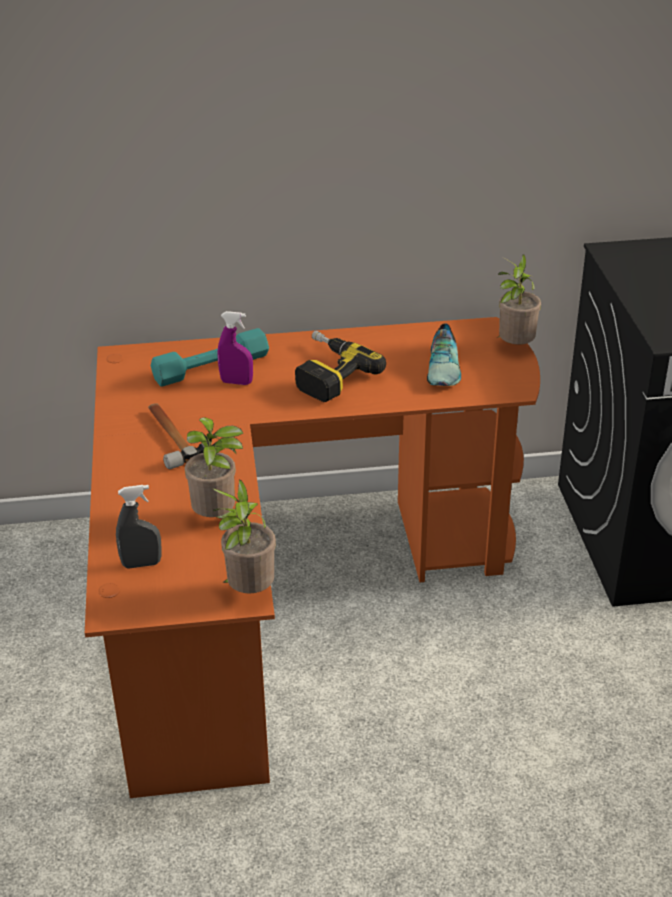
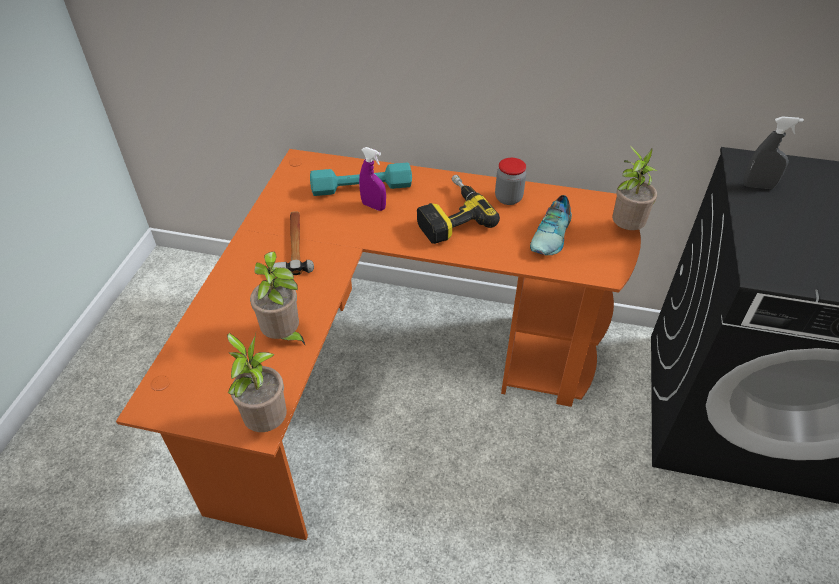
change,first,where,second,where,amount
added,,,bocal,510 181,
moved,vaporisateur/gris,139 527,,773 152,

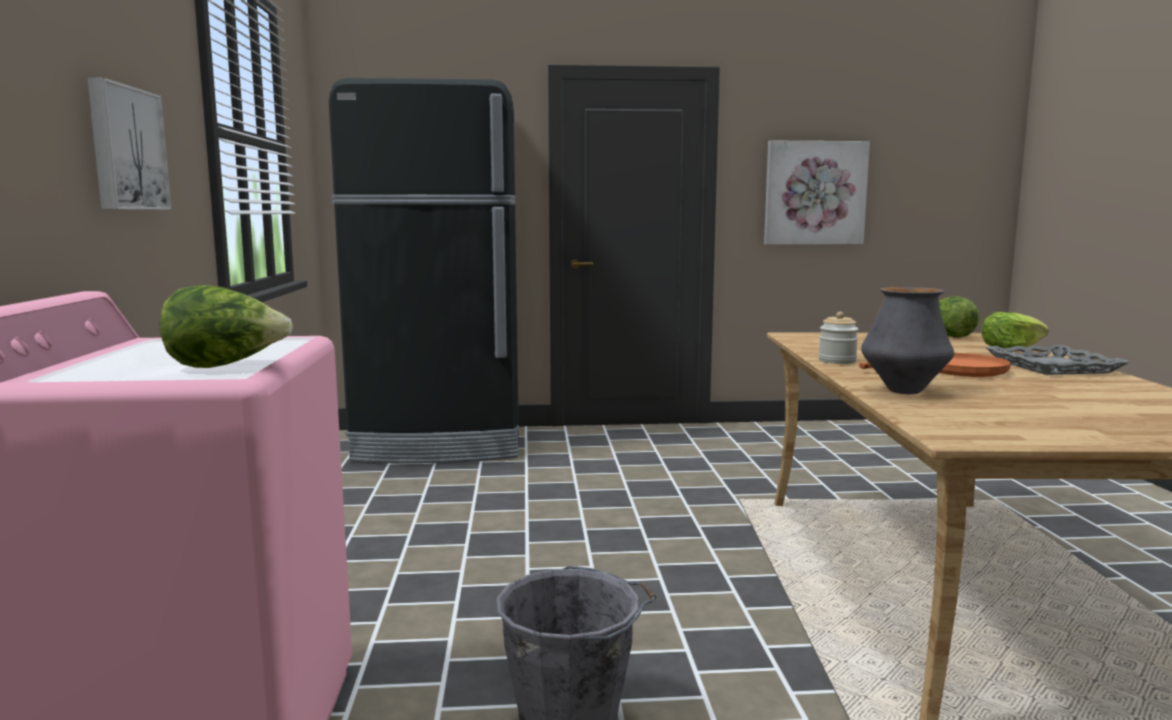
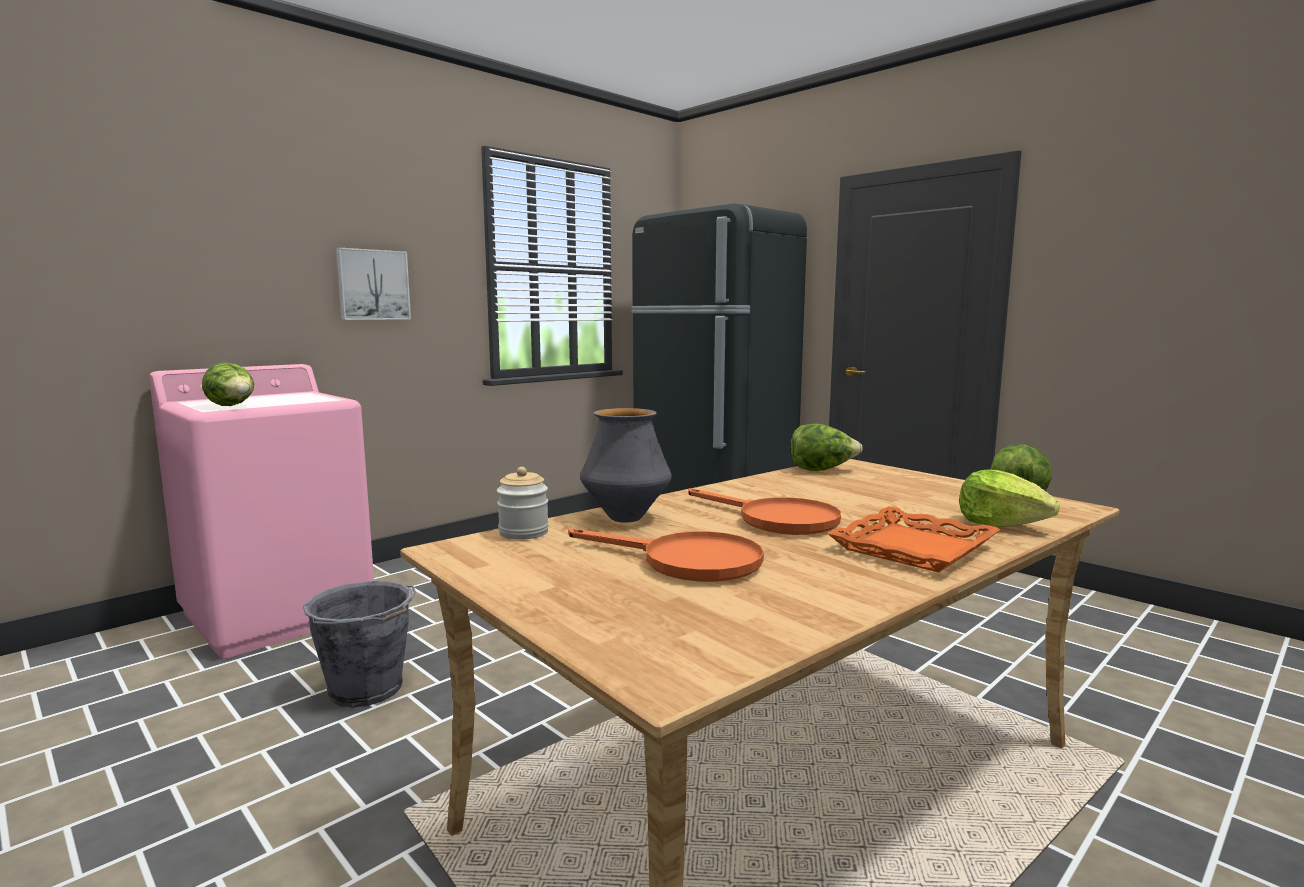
change,first,where,second,where,amount
moved,bocal,839 338,,523 503,
added,,,poêle/orange,666 555,
added,,,laitue,827 447,
recoloured,plateau/gris,1058 360,plateau/orange,913 539,
removed,tableau,817 193,,,

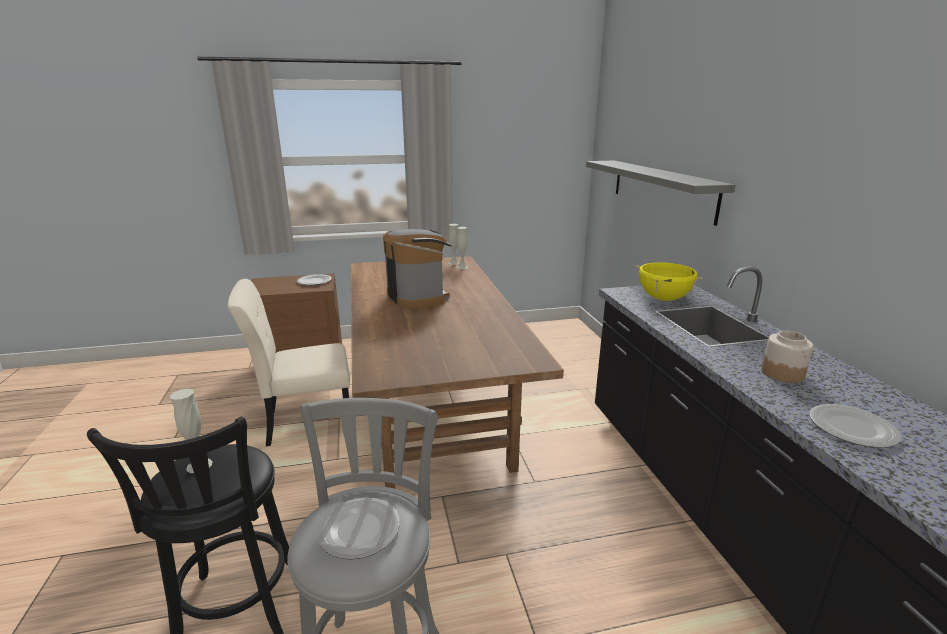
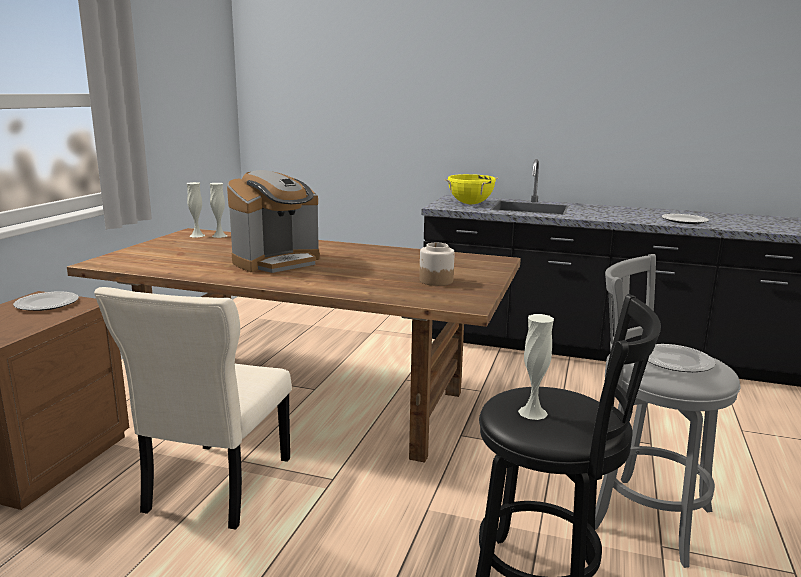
change,first,where,second,where,amount
turned,machine à café,417 269,,273 221,135 degrees clockwise
moved,bocal,787 357,,437 264,
removed,étagère/gris,660 193,,,

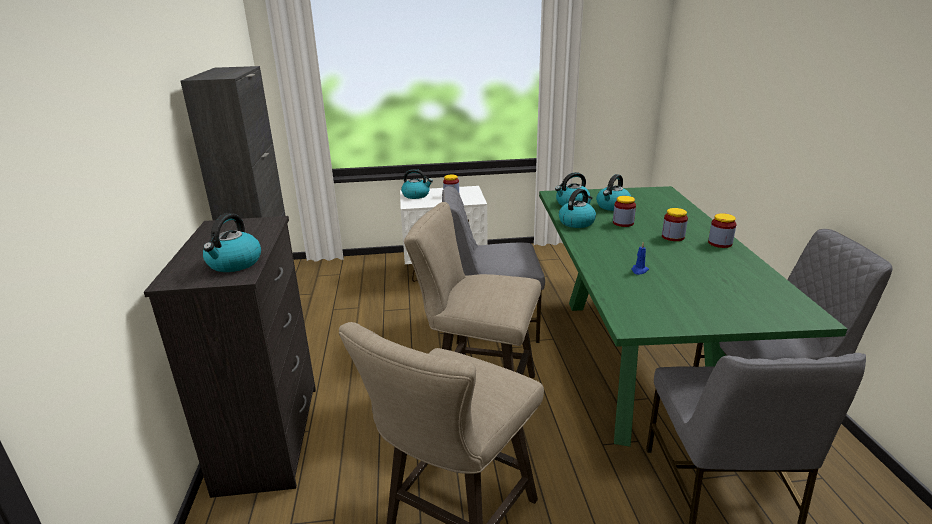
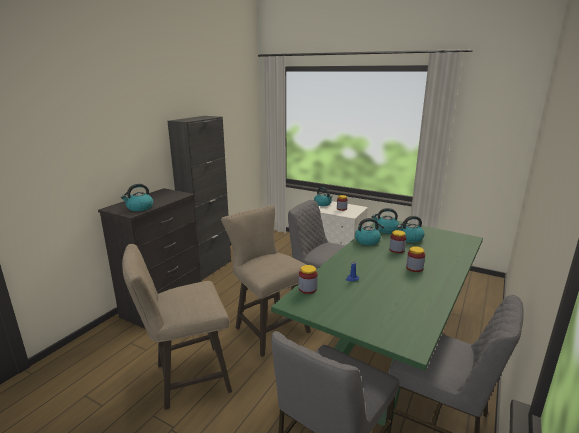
change,first,where,second,where,amount
moved,bocal,722 230,,308 279,

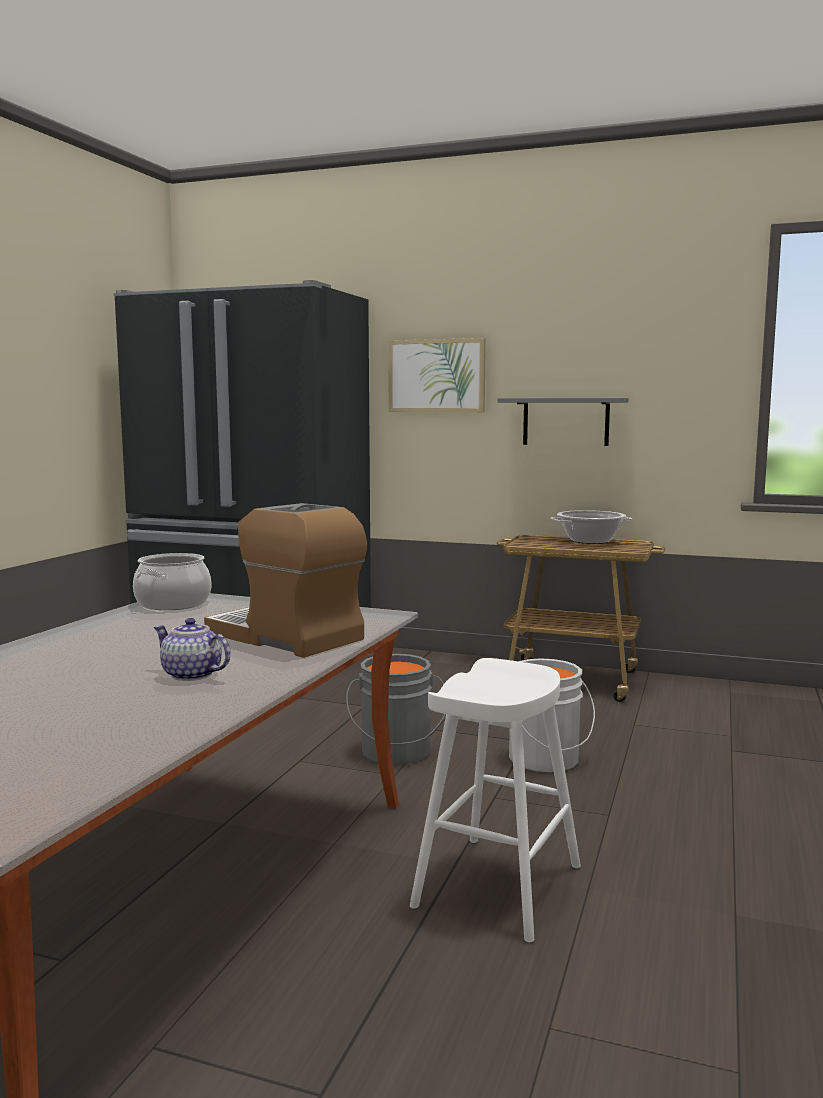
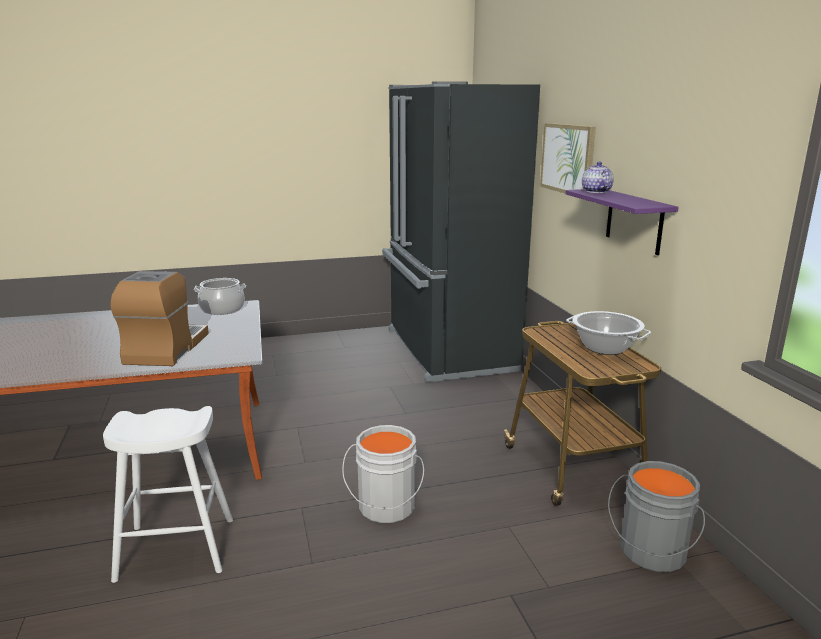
change,first,where,second,where,amount
recoloured,étagère/gris,563 422,étagère/violet,622 222,
moved,théière,192 649,,598 177,
moved,seau/gris,396 709,,656 516,

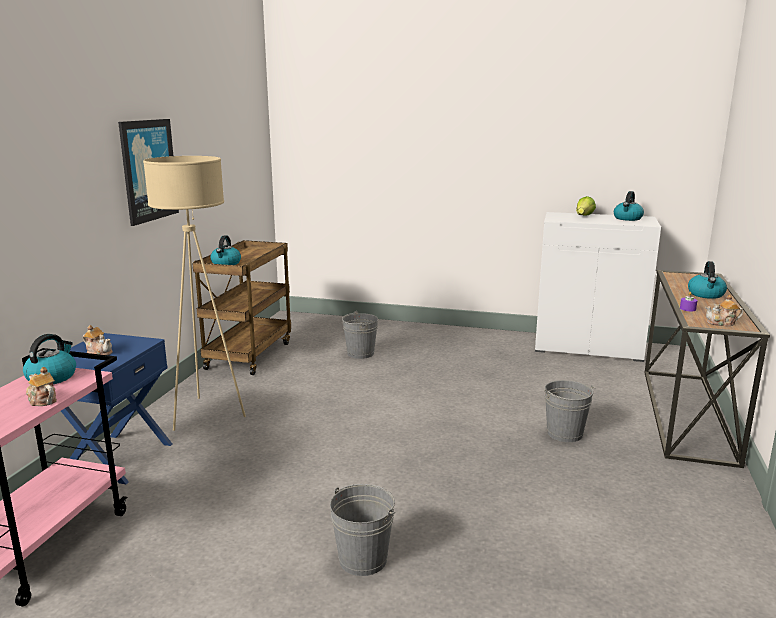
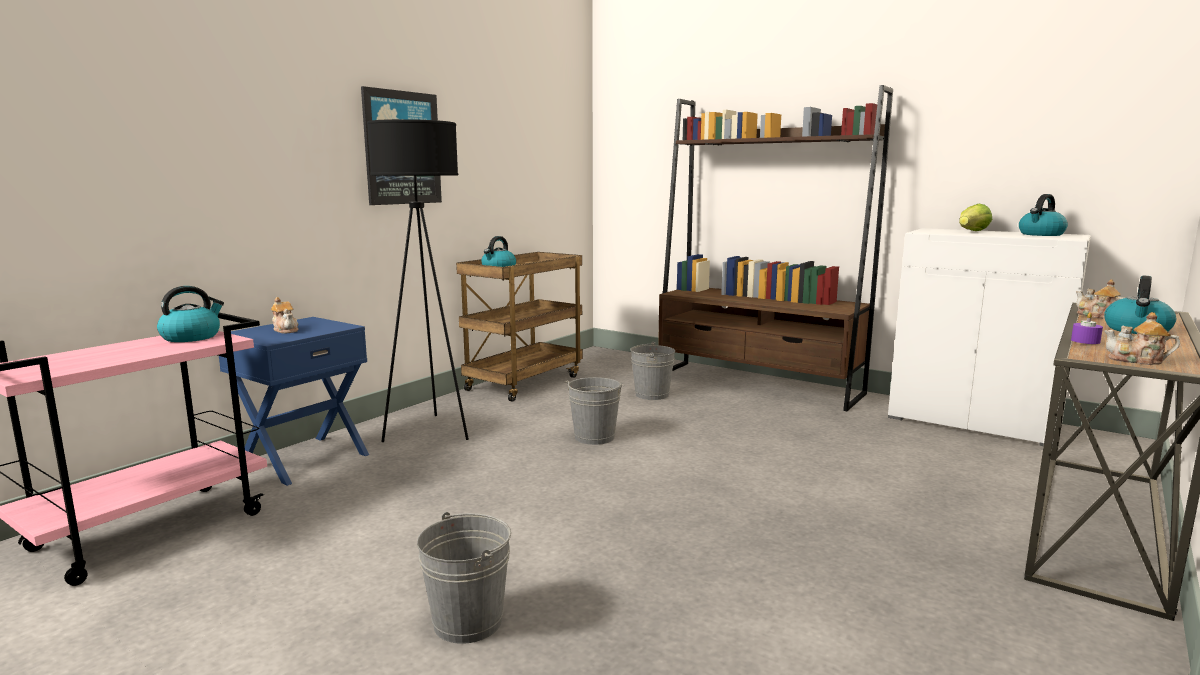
change,first,where,second,where,amount
recoloured,lampadaire/beige,194 293,lampadaire/noir,418 280,
moved,seau/gris,570 411,,594 411,
added,,,bibliothèque/marron,775 248,
moved,théière,41 386,,1100 299,

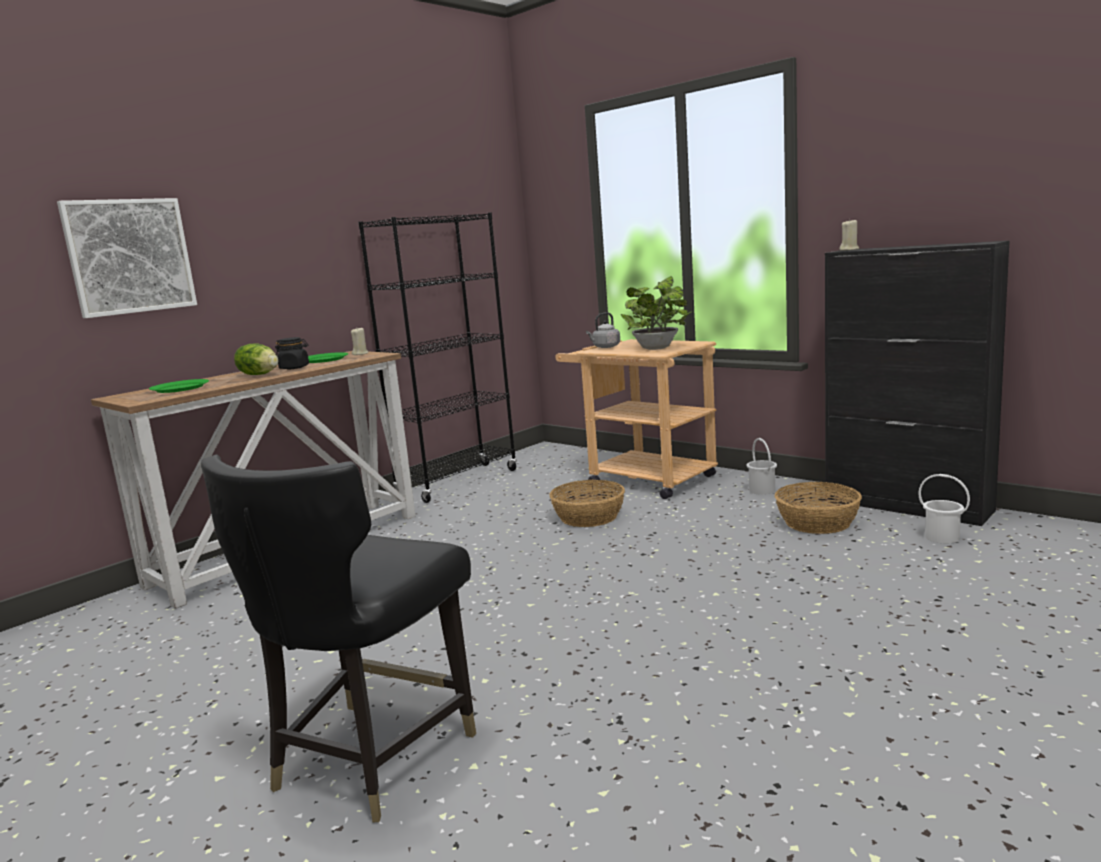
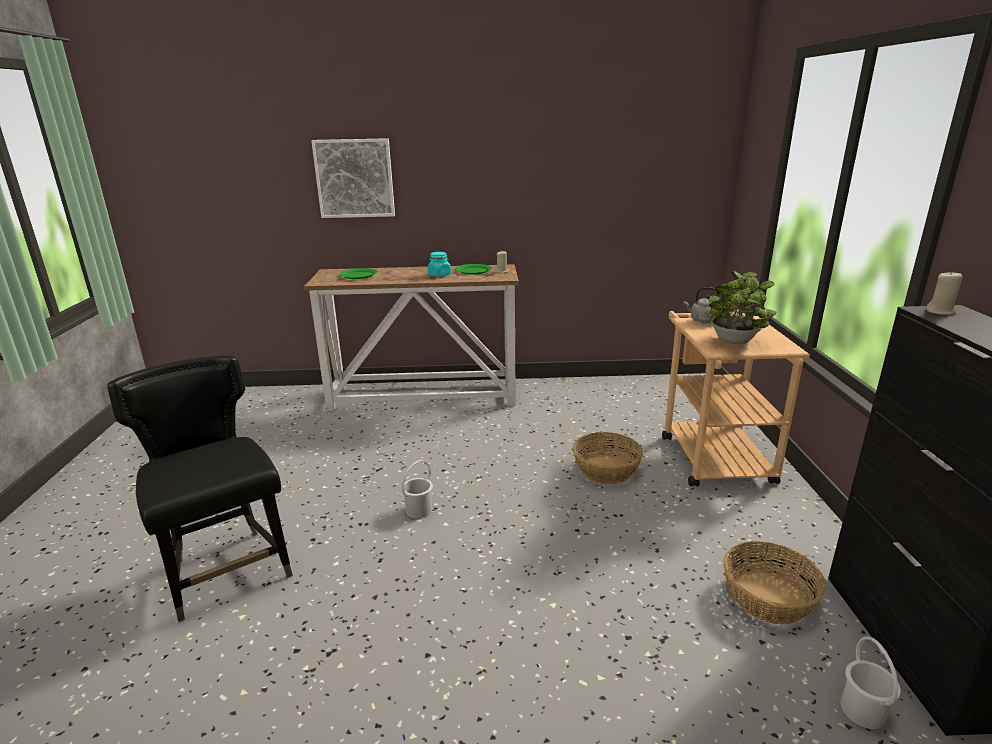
change,first,where,second,where,amount
turned,chaise/noir,338 638,,200 488,75 degrees clockwise
moved,seau/blanc,761 466,,417 489,
recoloured,bocal/noir,292 353,bocal/turquoise,439 264,
removed,laitue,256 359,,,
removed,bibliothèque/noir,437 357,,,

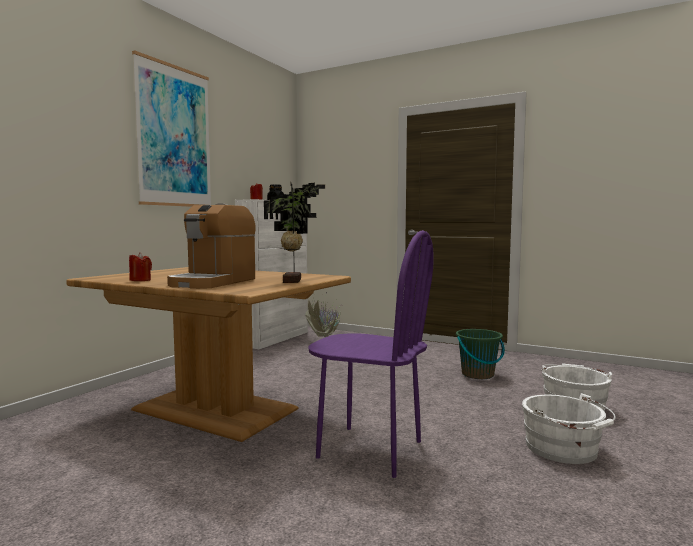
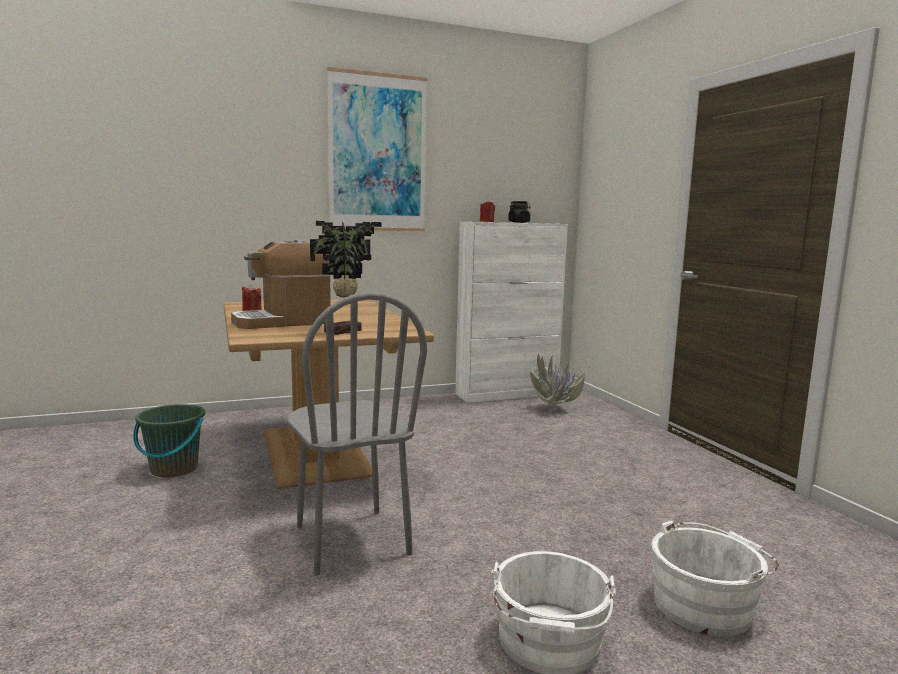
change,first,where,second,where,amount
moved,seau/vert,480 354,,169 441,
recoloured,chaise/violet,371 354,chaise/gris,357 434,

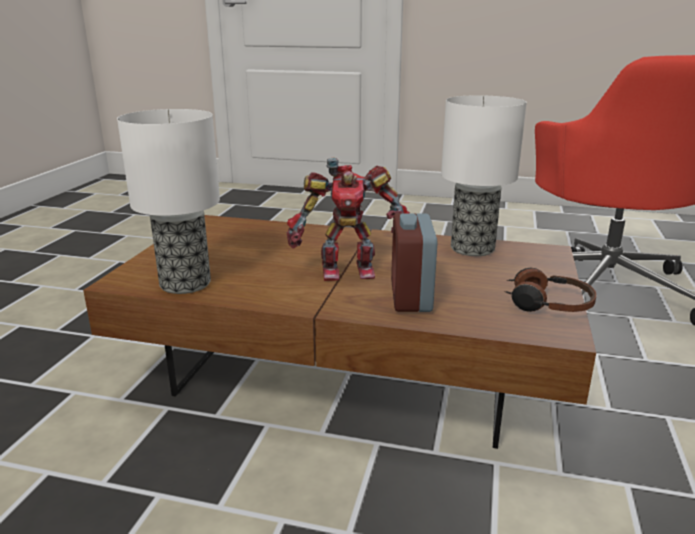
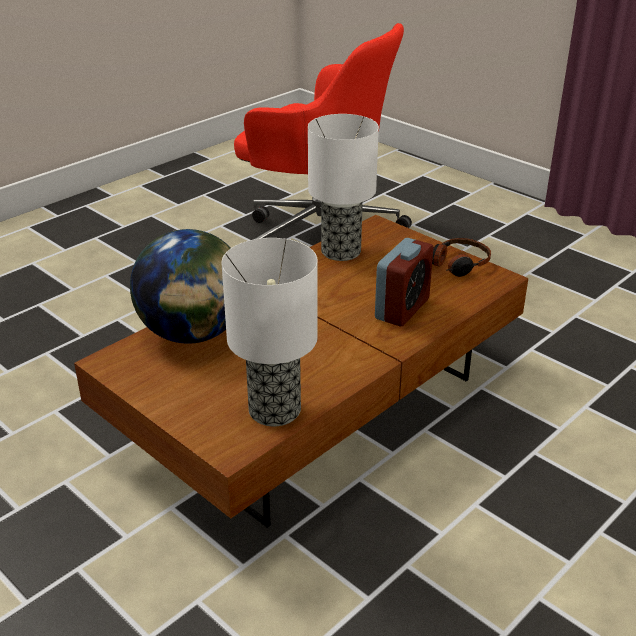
change,first,where,second,where,amount
added,,,globe,180 286,
turned,réveil,414 262,,404 282,90 degrees counterclockwise
removed,robot jouet,348 219,,,

